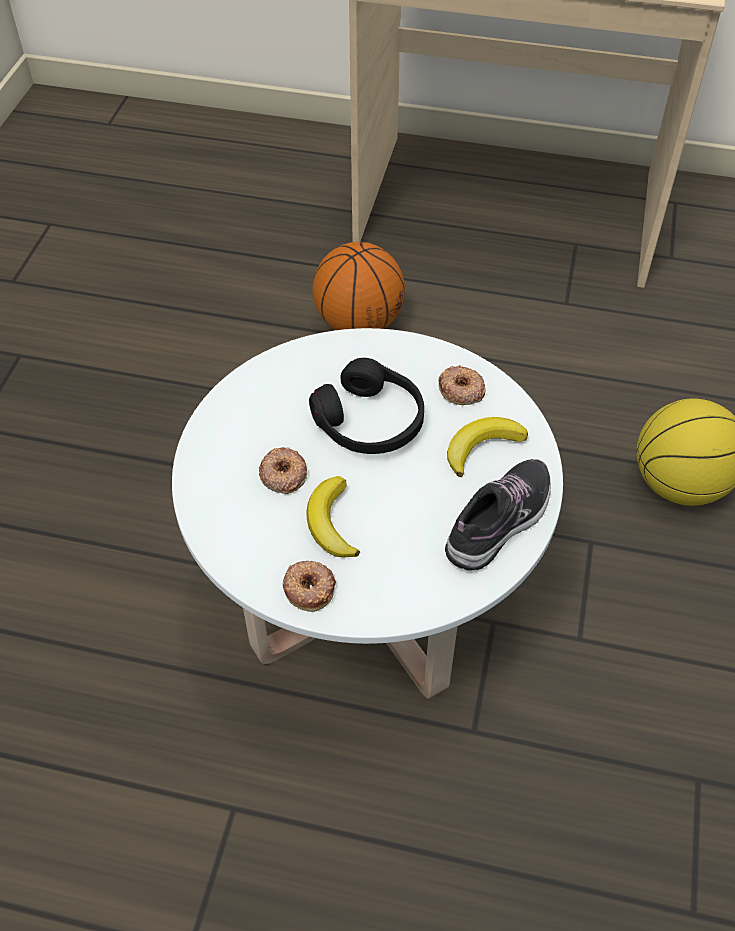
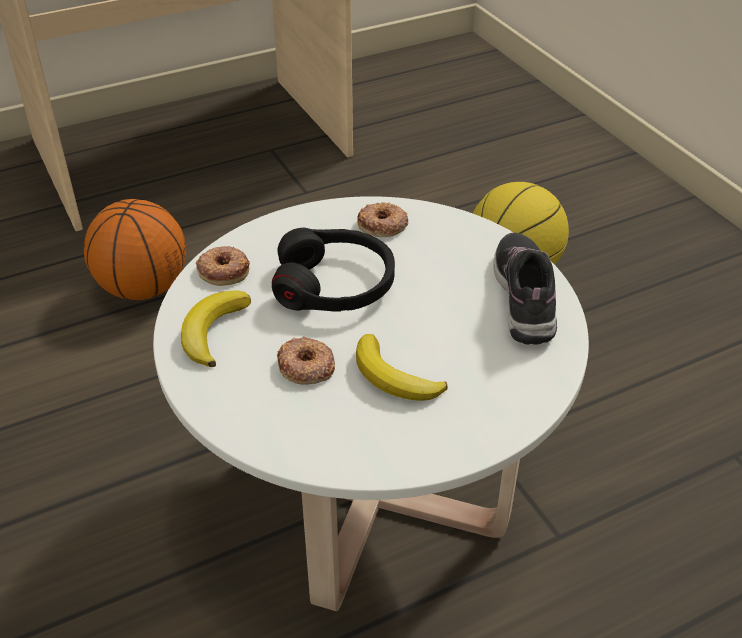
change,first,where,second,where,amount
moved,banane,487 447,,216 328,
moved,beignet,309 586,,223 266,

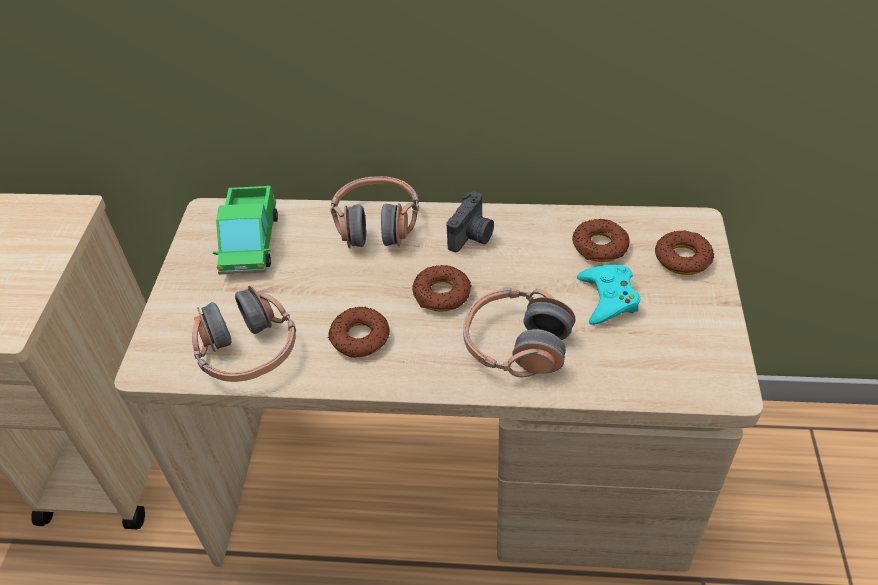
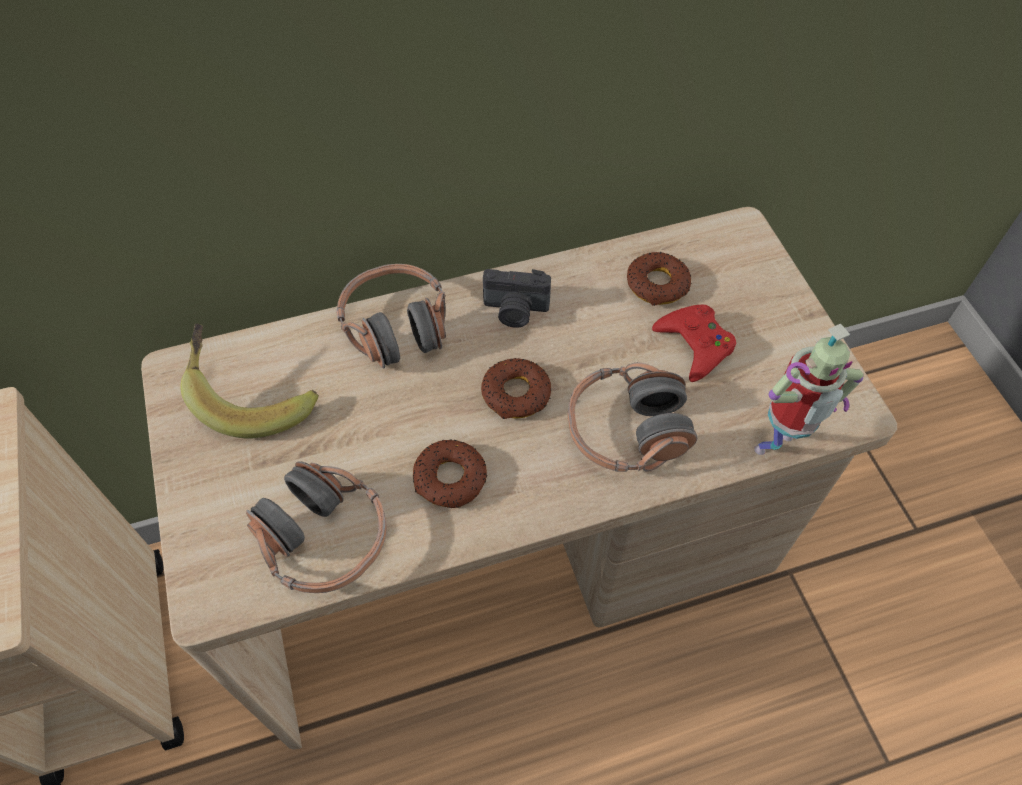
change,first,where,second,where,amount
replaced,camion jouet,245 230,banane,249 381,
turned,appareil photo,470 221,,517 298,90 degrees clockwise
recoloured,manette/turquoise,608 295,manette/rouge,694 343,
added,,,robot jouet,809 389,
removed,beignet,685 252,,,

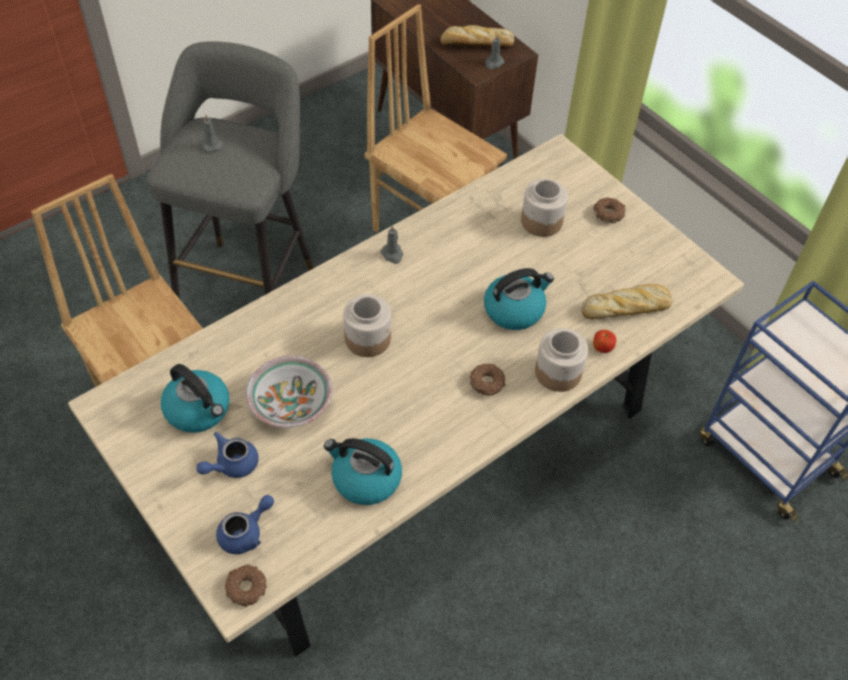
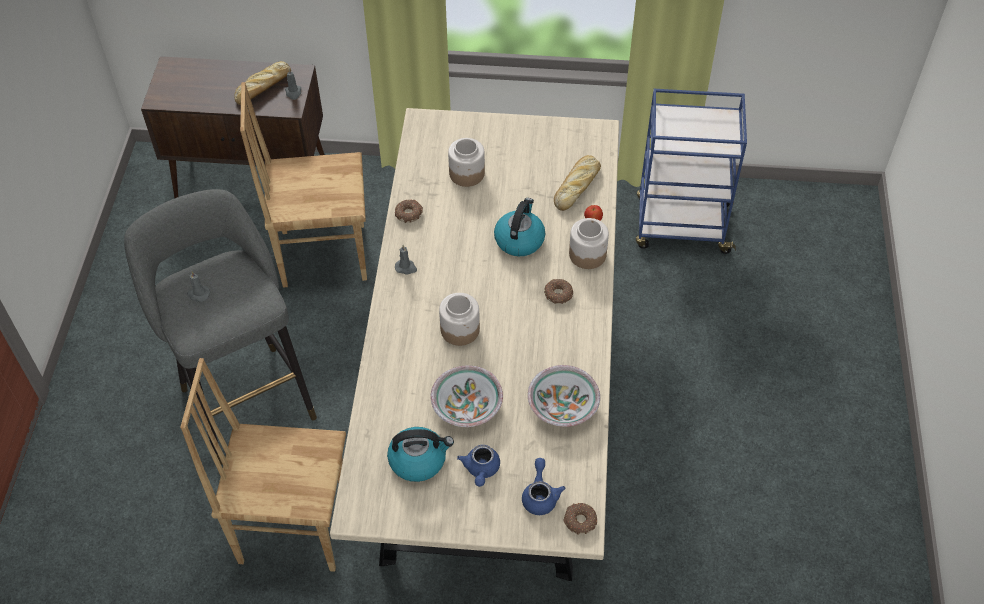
change,first,where,second,where,amount
moved,beignet,609 210,,409 211,
replaced,bouilloire,363 471,bol,564 396,

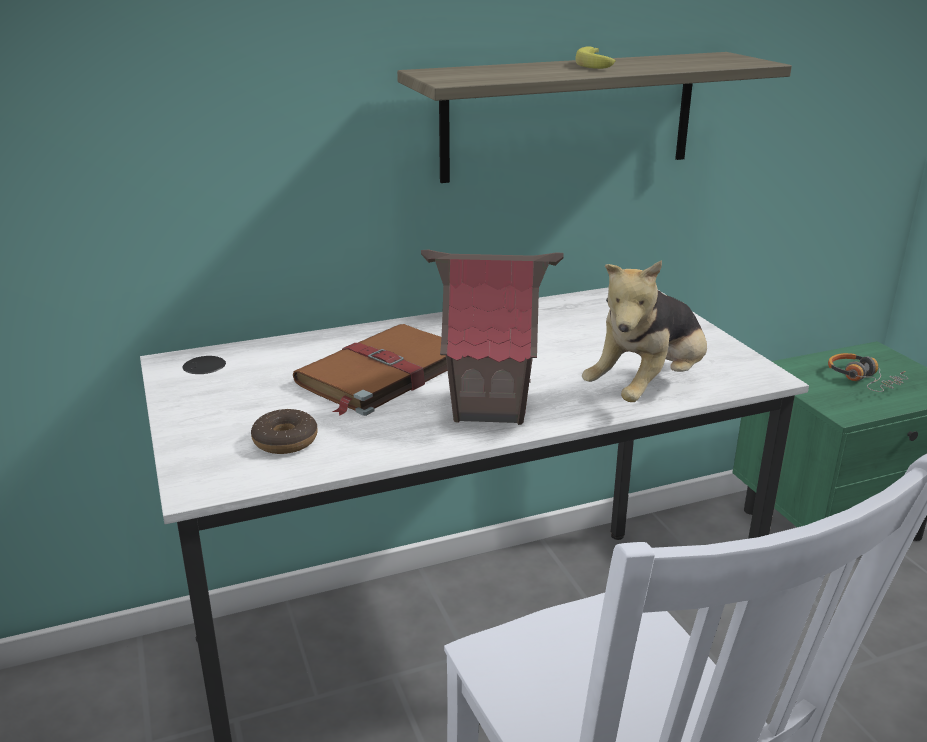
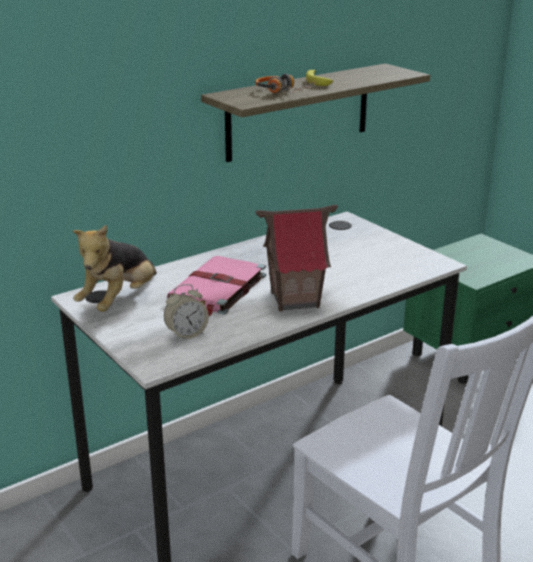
change,first,where,second,where,amount
moved,peluche,644 331,,115 268,
replaced,beignet,284 431,réveil,186 312,
recoloured,livre/marron,370 370,livre/rose,216 286,
moved,casque audio,868 372,,285 84,

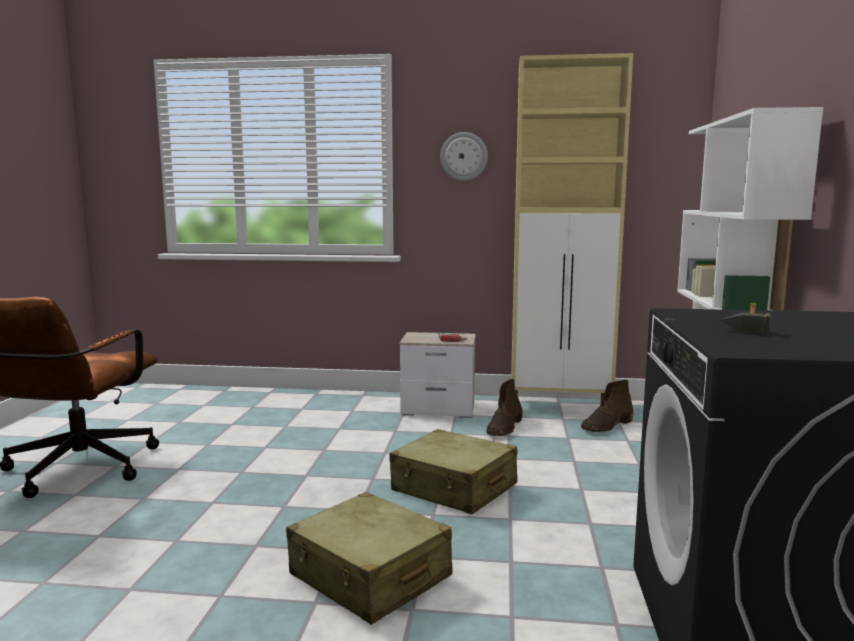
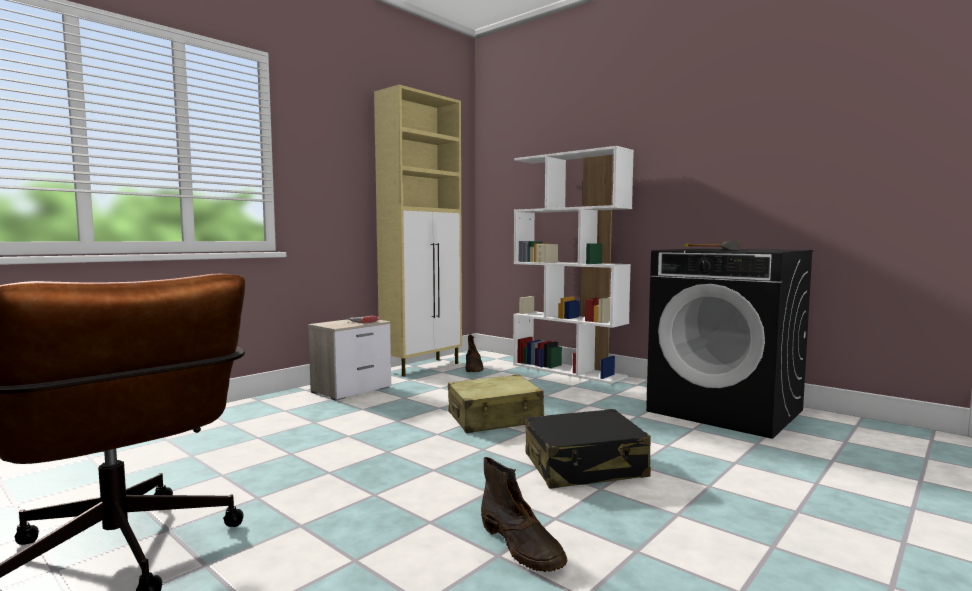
change,first,where,second,where,amount
moved,botte/marron,504 407,,524 514,
recoloured,valise/beige,369 558,valise/noir,588 449,
removed,horloge murale,464 156,,,

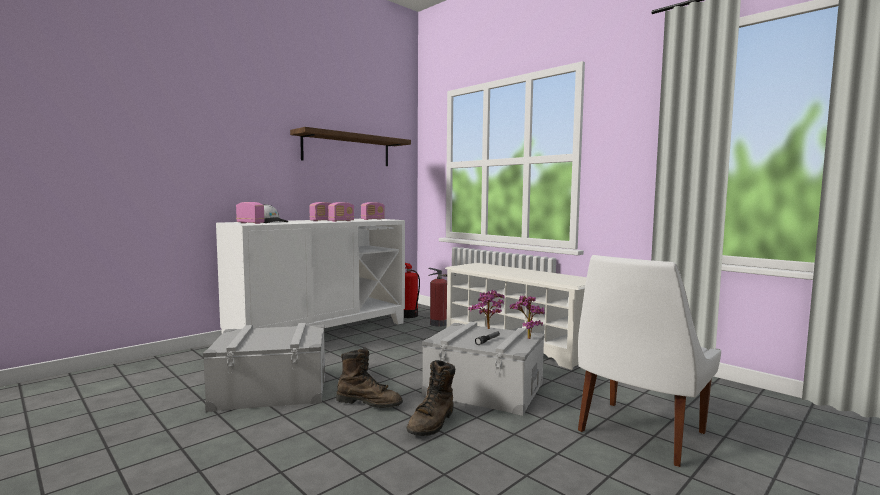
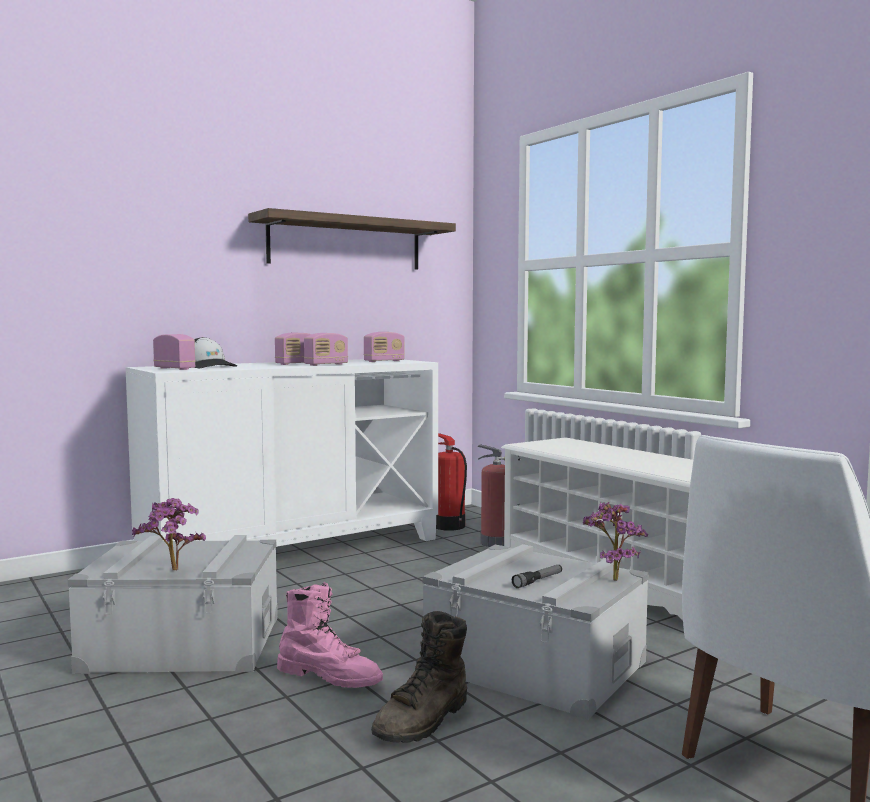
change,first,where,second,where,amount
moved,plante en pot,486 309,,169 534,
recoloured,botte/marron,369 377,botte/rose,330 635,

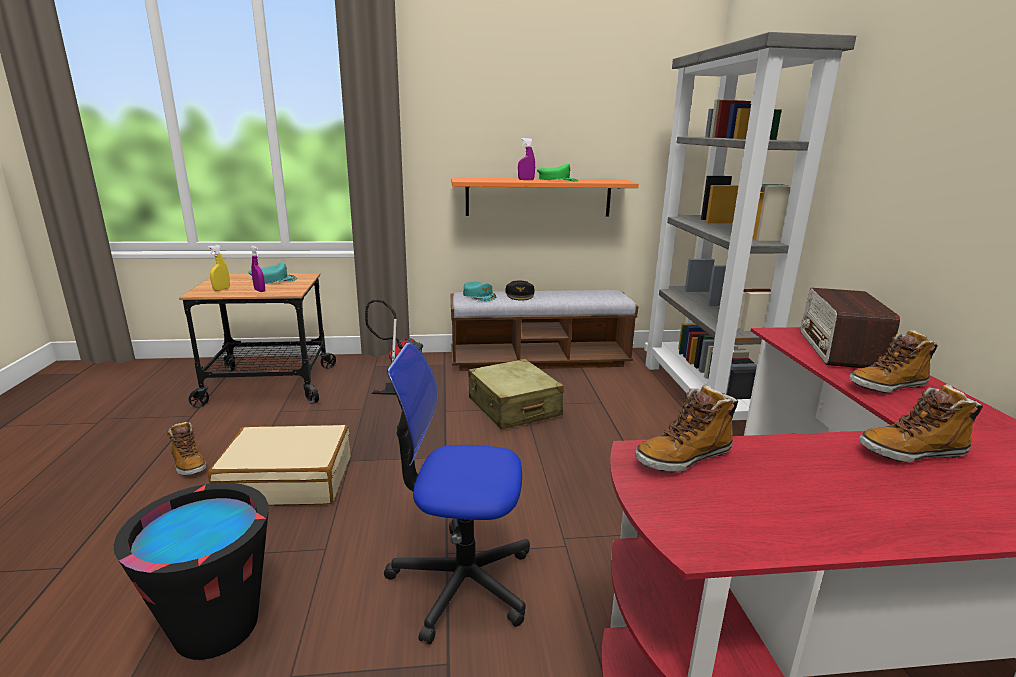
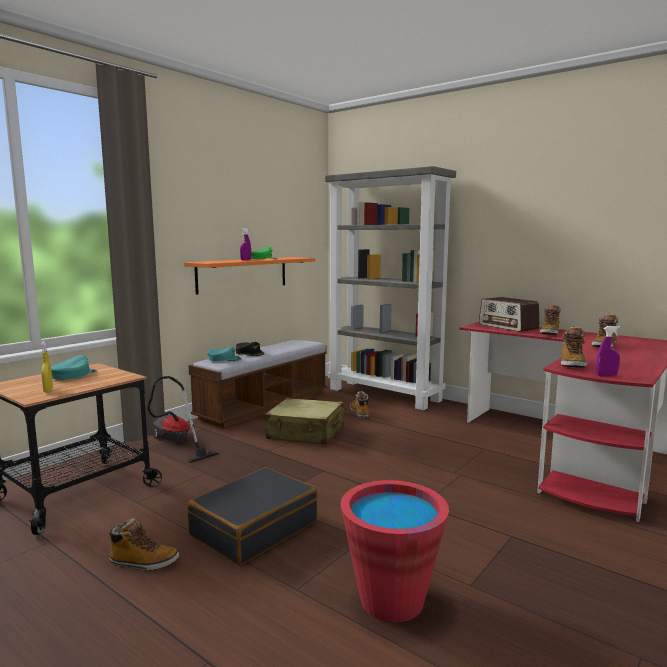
change,first,where,second,where,amount
recoloured,valise/beige,279 465,valise/noir,253 516,
recoloured,seau/noir,191 571,seau/rouge,395 551,
added,,,botte,359 404,
moved,vaporisateur/violet,258 269,,608 351,
removed,chaise de bureau,457 493,,,

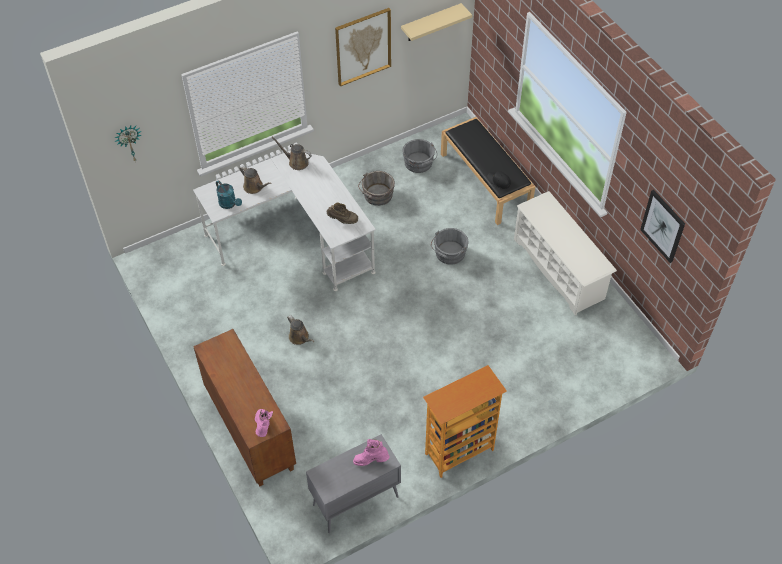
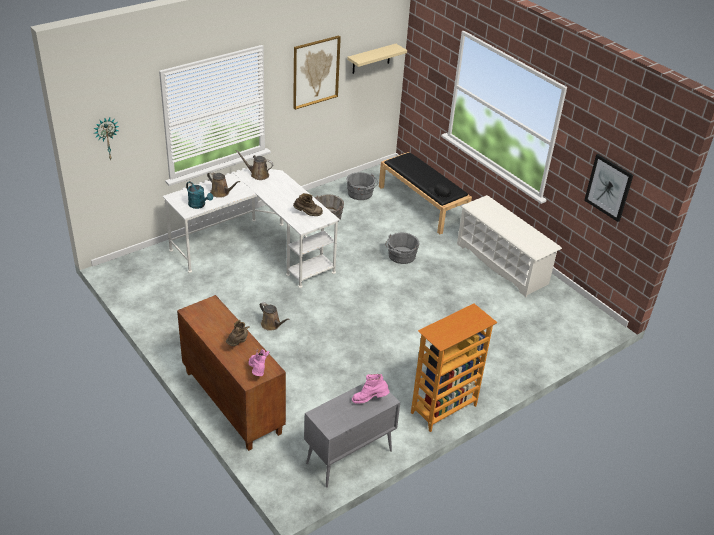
change,first,where,second,where,amount
added,,,botte/marron,238 333,

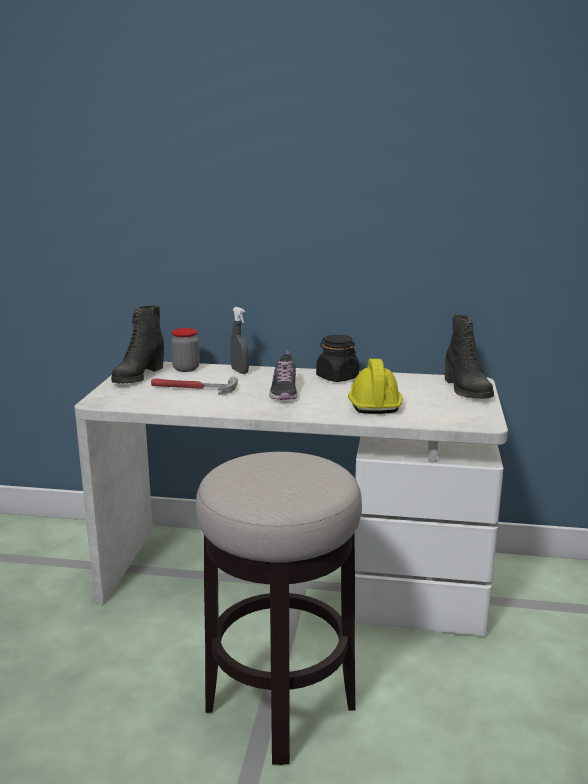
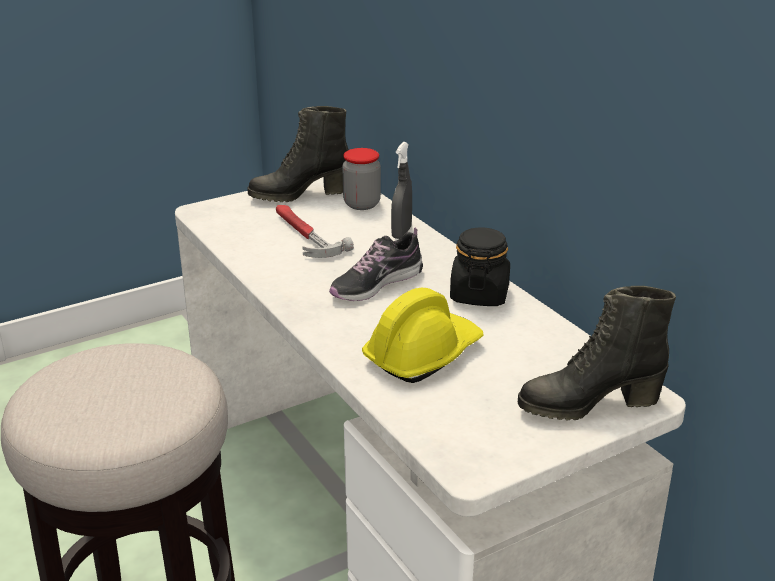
change,first,where,second,where,amount
turned,botte/noir,469 357,,597 353,45 degrees clockwise

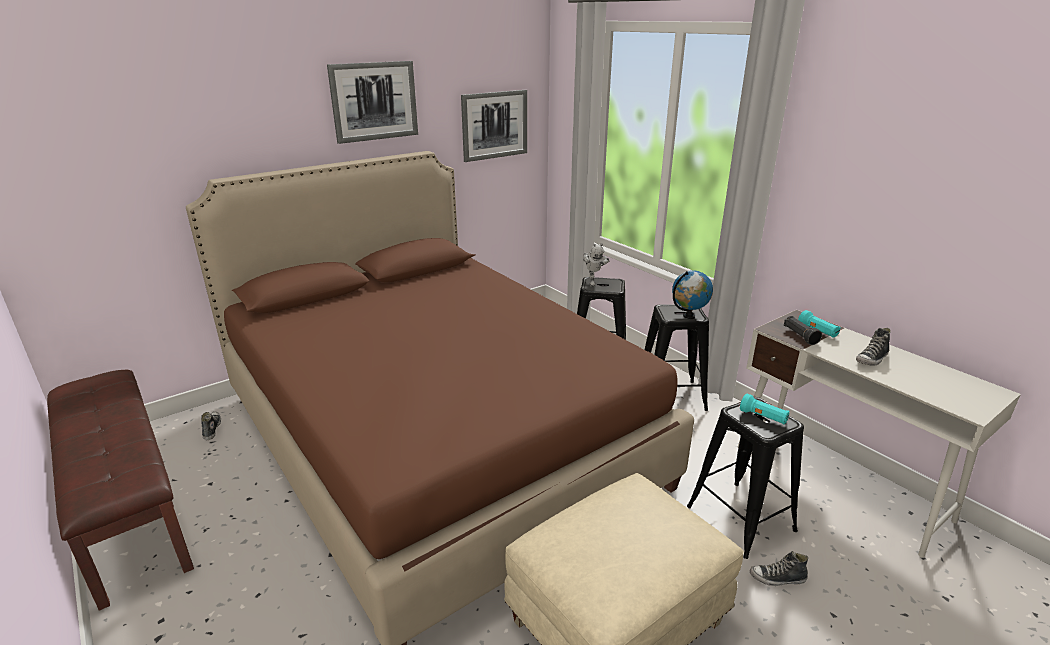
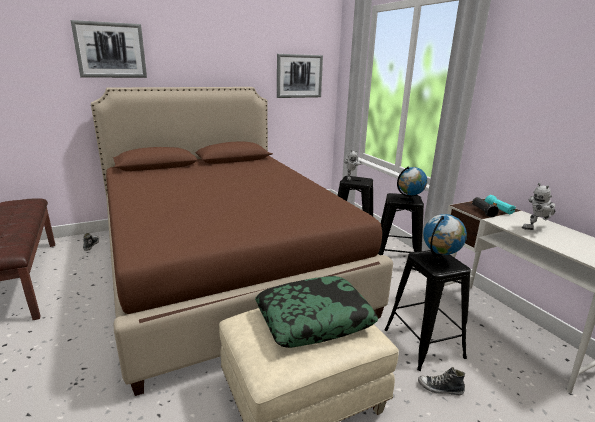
change,first,where,second,where,amount
moved,tableau,372 102,,109 49,
added,,,coussin,316 312,
replaced,lampe de poche/turquoise,764 409,globe,445 239,
replaced,chaussure,873 347,robot jouet,539 206,

